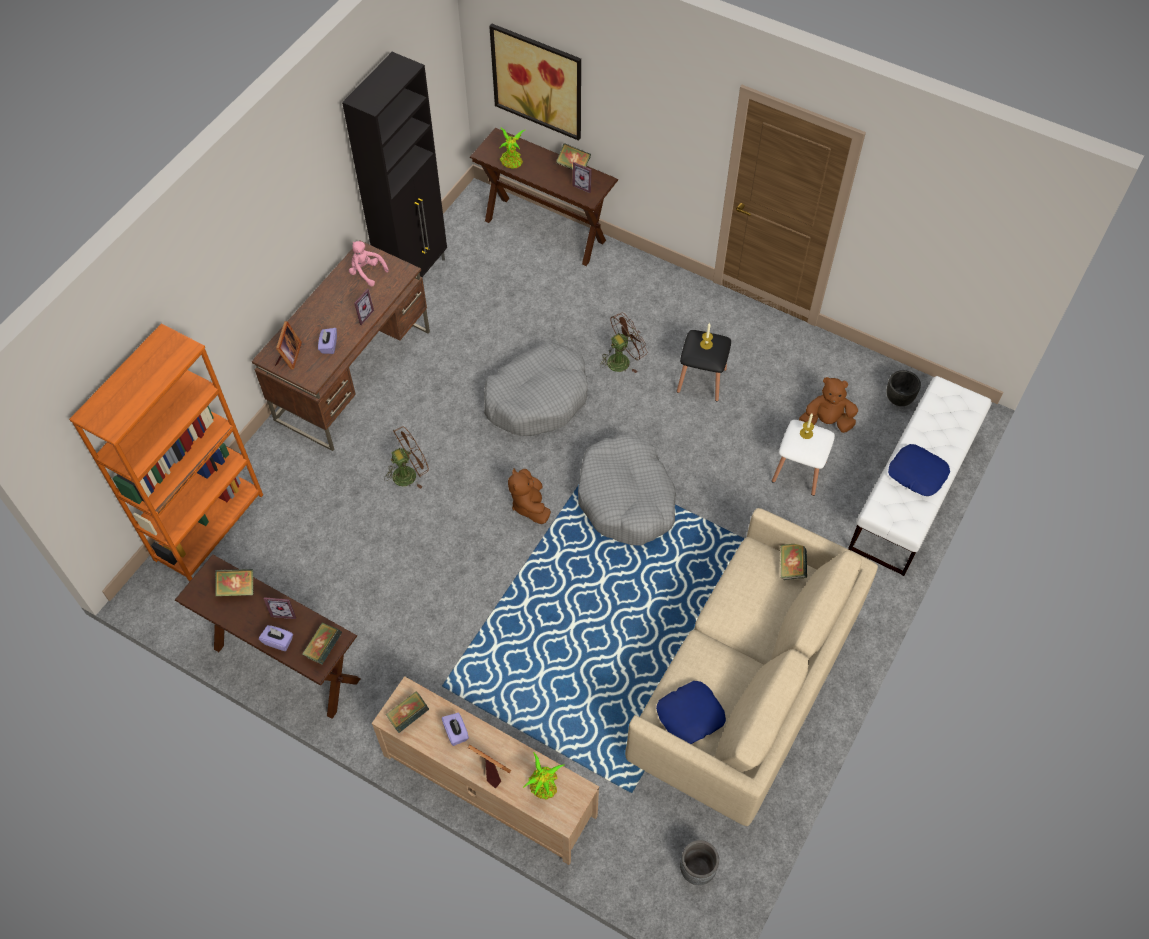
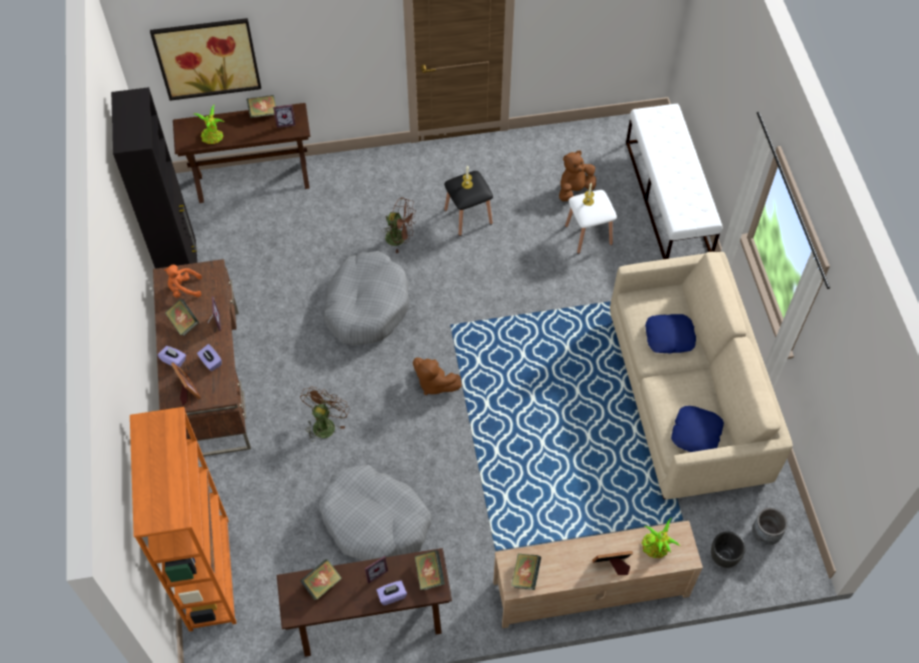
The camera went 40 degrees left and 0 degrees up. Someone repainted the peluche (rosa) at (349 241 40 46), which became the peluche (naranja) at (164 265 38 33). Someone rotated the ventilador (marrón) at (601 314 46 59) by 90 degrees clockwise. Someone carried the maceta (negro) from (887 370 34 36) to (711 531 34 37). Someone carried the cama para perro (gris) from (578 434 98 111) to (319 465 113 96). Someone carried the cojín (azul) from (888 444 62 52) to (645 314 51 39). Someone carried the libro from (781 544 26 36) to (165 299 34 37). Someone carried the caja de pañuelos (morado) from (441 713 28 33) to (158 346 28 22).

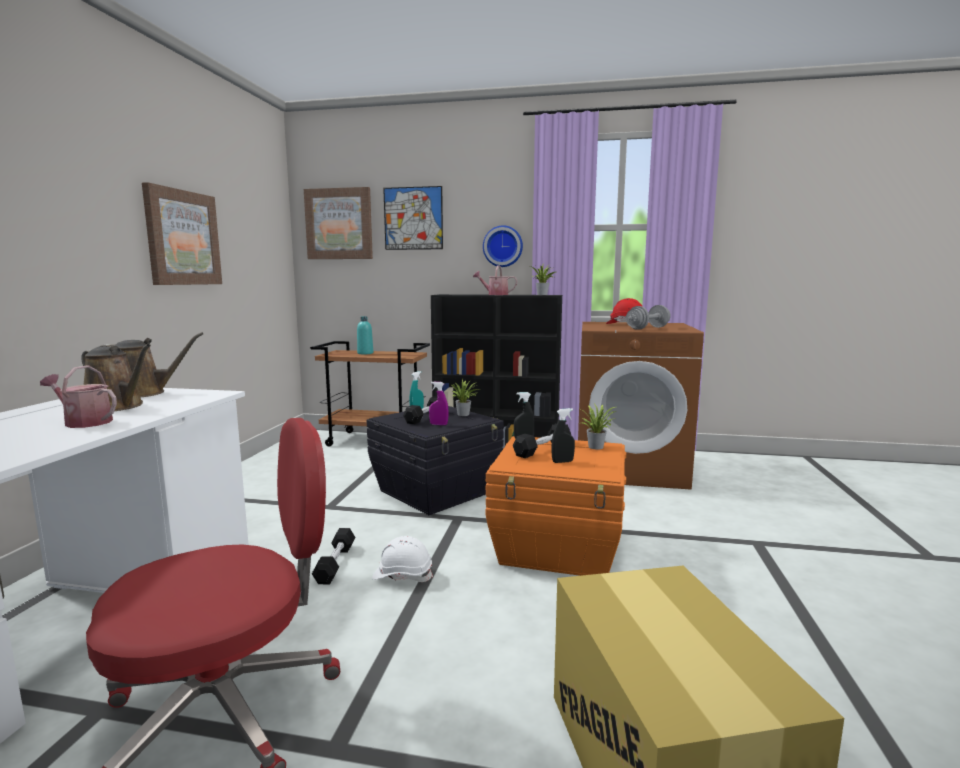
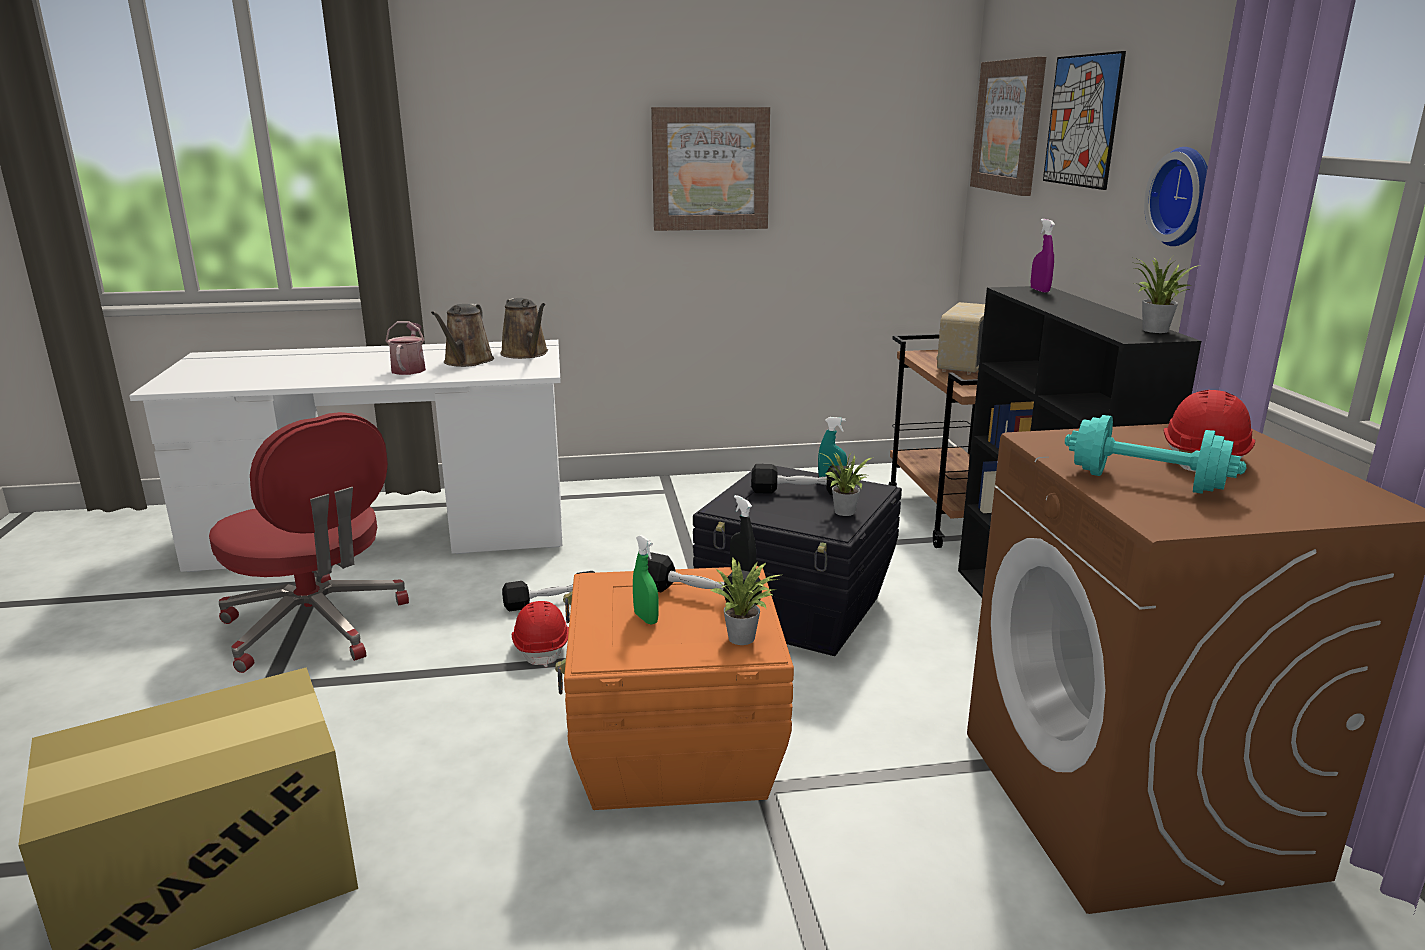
The camera went 70 degrees right and 10 degrees up. Someone took away the regadera at (473 265 44 30). Someone repainted the mancuerna (gris) at (626 305 45 25), which became the mancuerna (turquesa) at (1065 415 182 79). Someone swapped the botella (turquesa) at (357 316 16 38) for the radio at (937 302 48 73). Someone carried the pulverizador (morado) from (429 382 19 43) to (1031 219 24 73). Someone repainted the pulverizador (negro) at (551 408 24 55), which became the pulverizador (verde) at (633 535 26 90). Someone repainted the casco (blanco) at (372 536 61 46), which became the casco (rojo) at (512 601 57 66).

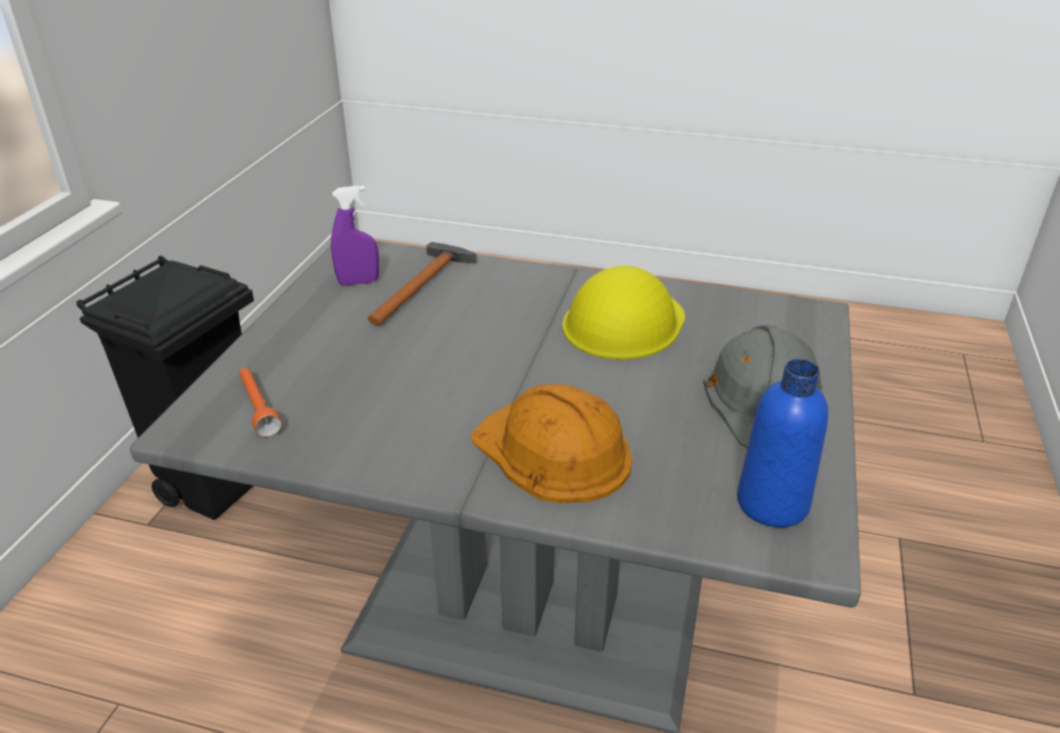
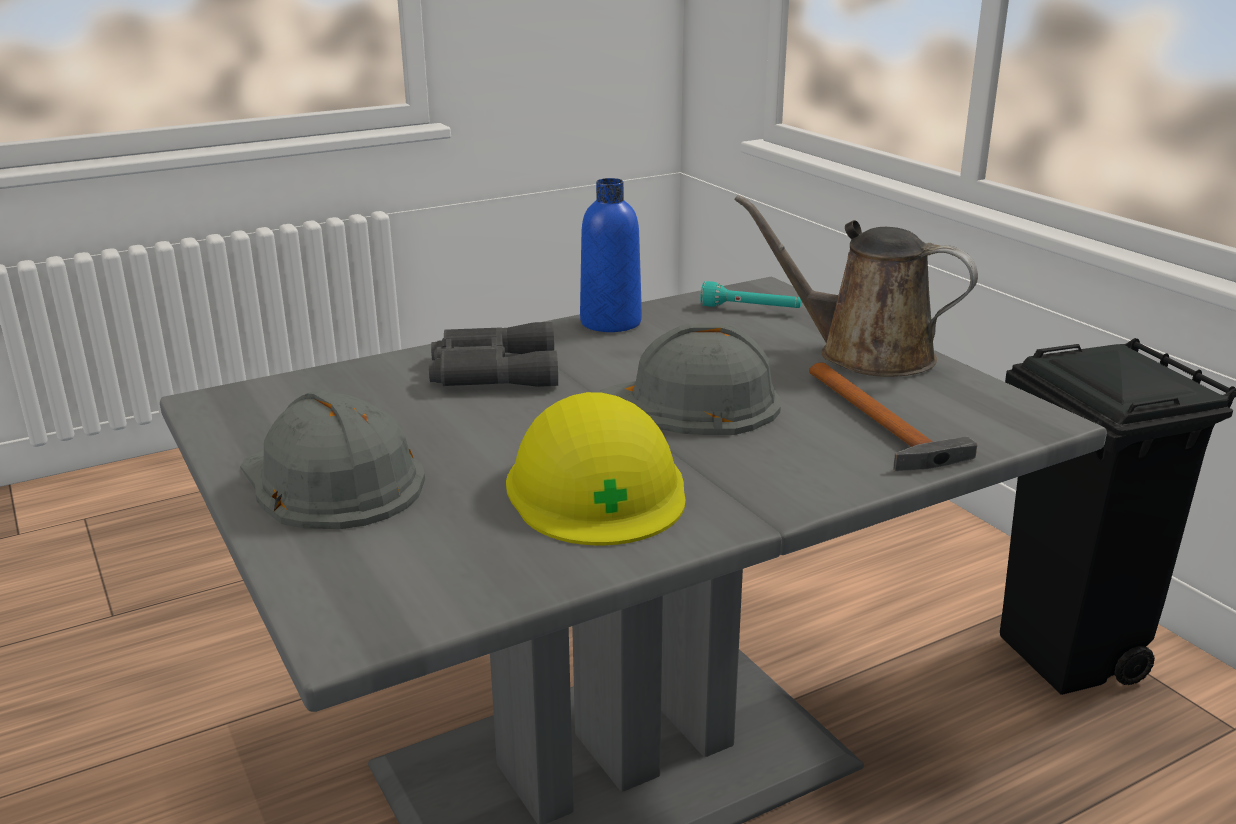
The camera went 135 degrees right and 10 degrees down. Someone took away the pulverizador (morado) at (331 185 48 100). Someone carried the botella (azul) from (737 359 91 168) to (580 178 62 154). Someone repainted the linterna (naranja) at (239 367 43 70), which became the linterna (turquesa) at (700 281 101 27). Someone swapped the casco (naranja) at (471 384 161 119) for the prismáticos (gris) at (429 322 129 65). Someone put down the regadera (marrón) at (734 195 244 182). Someone put down the casco (gris) at (599 324 182 111).

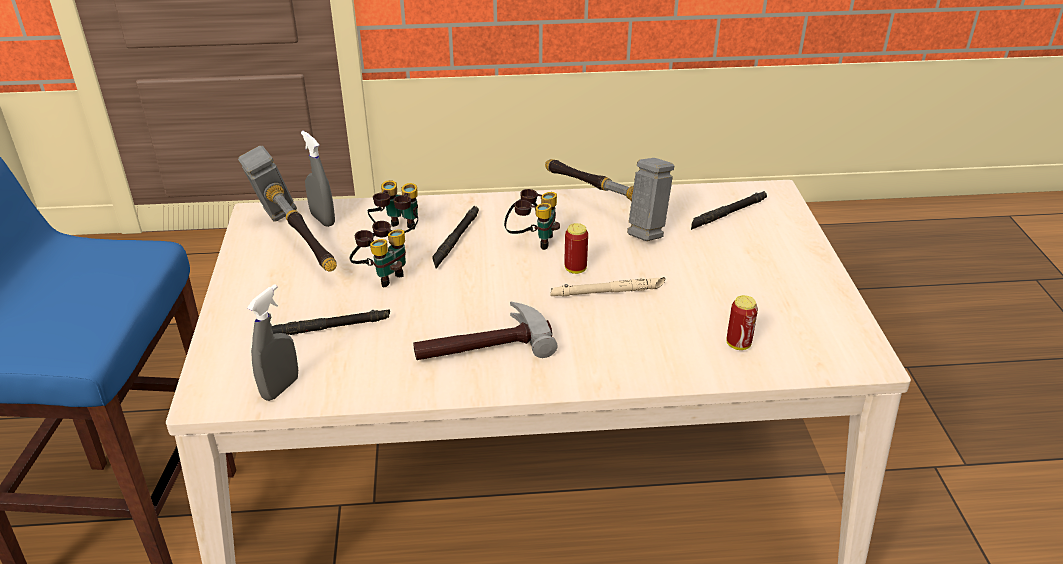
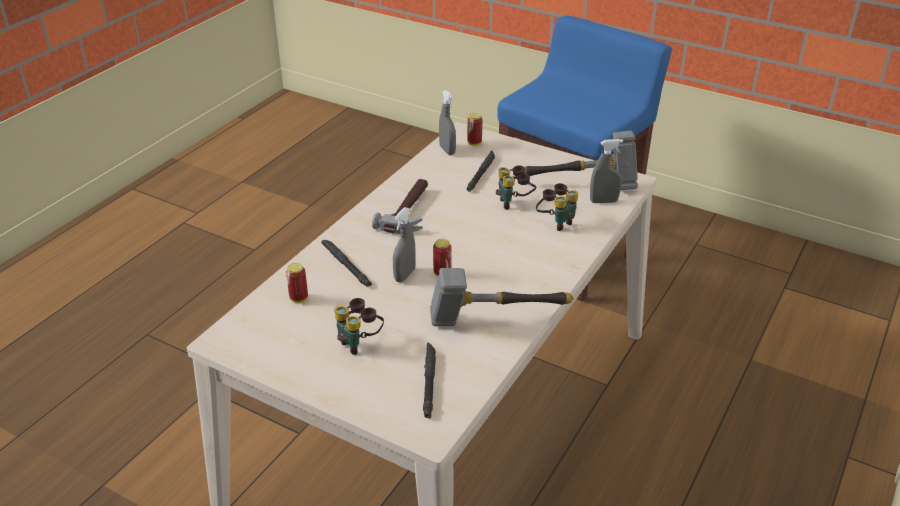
The camera went 125 degrees right and 0 degrees up. Someone carried the prismáticos from (504 189 56 61) to (334 298 50 57). Someone carried the linterna (negro) from (432 206 47 63) to (321 240 51 46). Someone swapped the linterna (beis) at (550 277 115 19) for the pulverizador (gris) at (393 207 23 75). Someone put down the lata at (467 113 15 33).

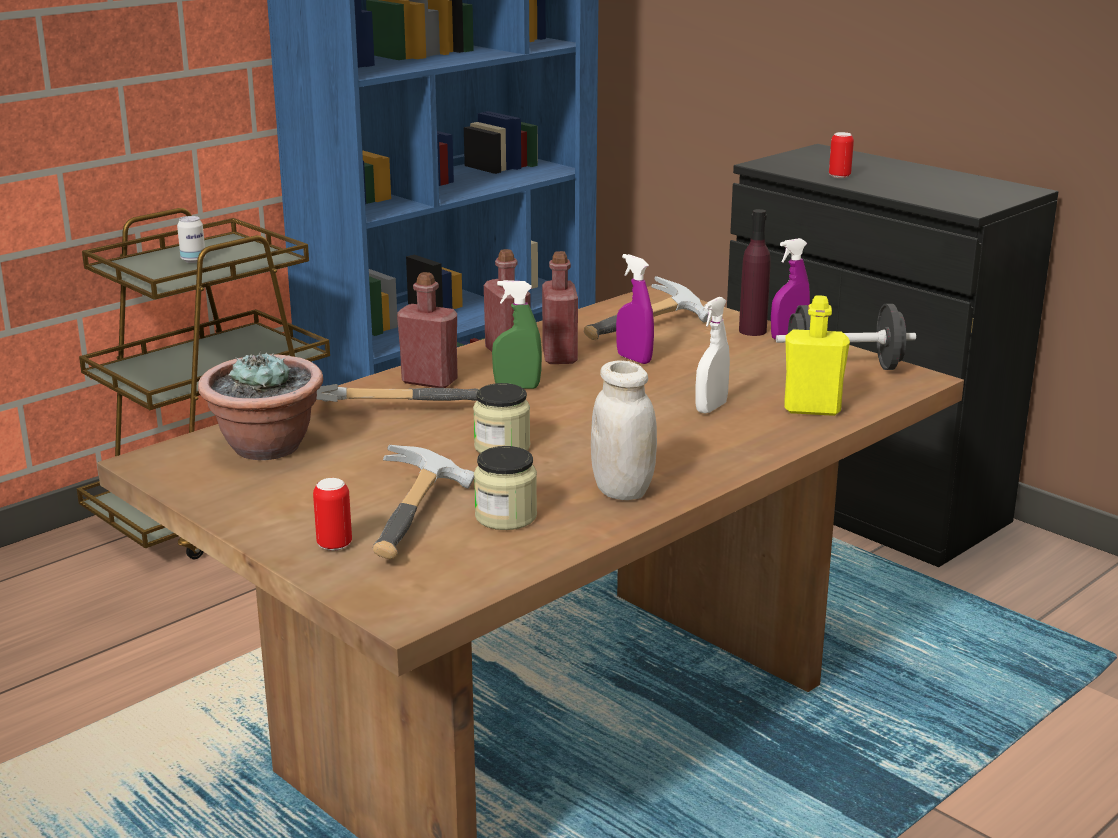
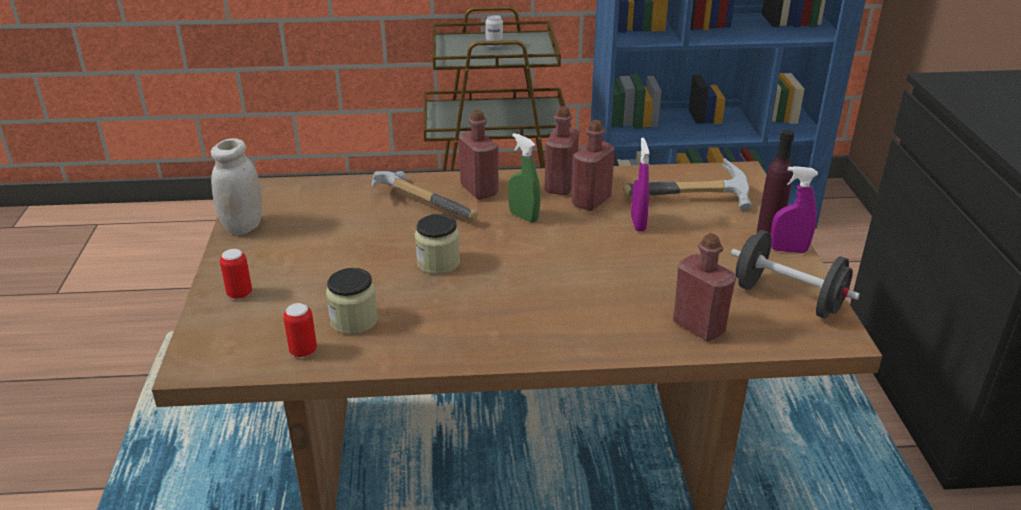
The camera went 40 degrees right and 10 degrees up. Someone carried the lata from (829 132 25 47) to (283 303 34 55). Someone repainted the botella (amarillo) at (784 295 66 121), which became the botella (rojo) at (673 233 63 108). Someone took away the pulverizador (blanco) at (695 297 35 117). Someone took away the planta en maceta at (198 351 125 109). Someone carried the tarro (blanco) from (591 360 66 140) to (211 138 51 97). Someone took away the martillo at (373 445 101 114).

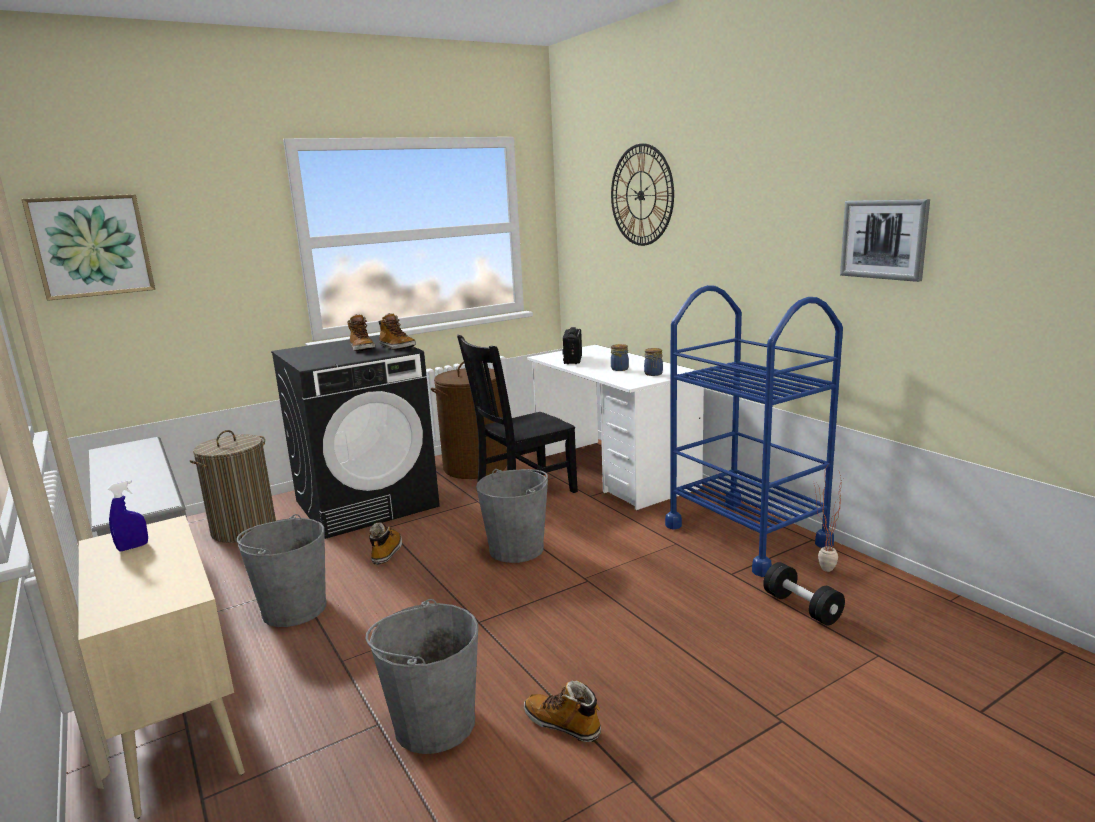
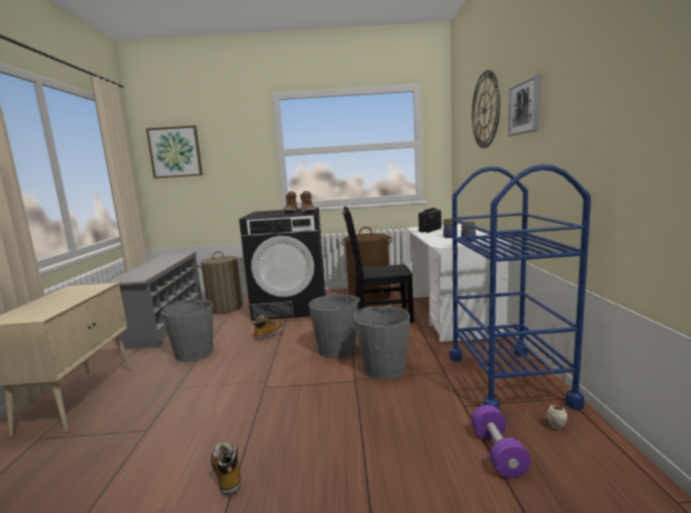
The camera went 30 degrees right and 5 degrees down. Someone carried the cuadro from (840 199 90 83) to (508 73 32 63). Someone took away the pulverizador (azul) at (107 480 41 71). Someone repainted the mancuerna (negro) at (763 562 82 63), which became the mancuerna (morado) at (471 405 60 73). Someone carried the cubo (gris) from (366 599 112 155) to (353 304 57 76).

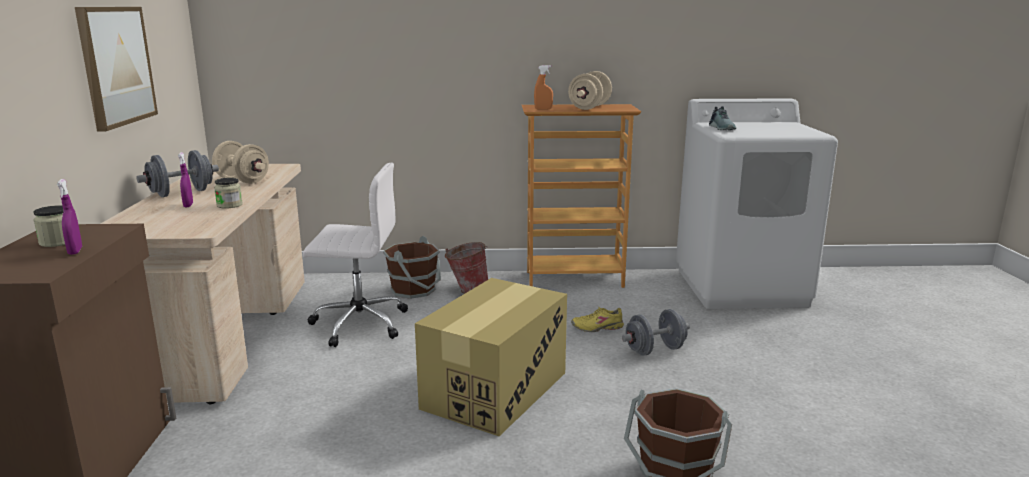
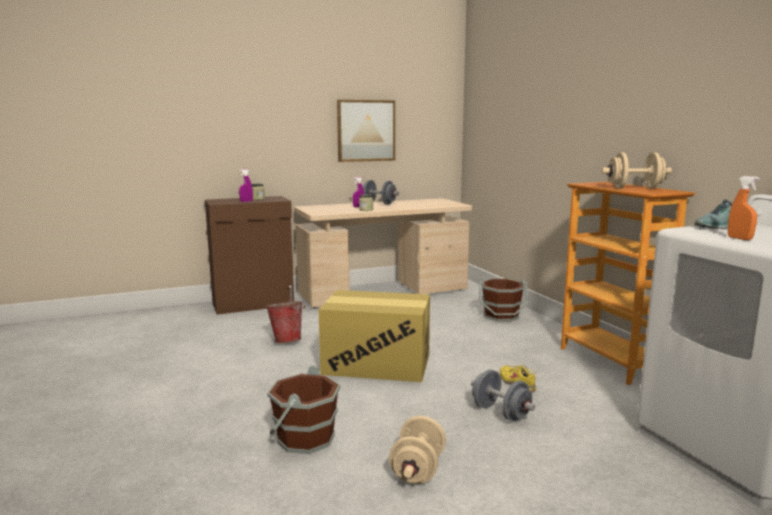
The camera went 70 degrees right and 5 degrees down. Someone carried the pulverizador (naranja) from (534 65 19 45) to (728 176 32 64). Someone carried the mancuerna (beis) from (212 141 57 43) to (389 416 57 68). Someone took away the silla de oficina (blanco) at (303 163 105 184). Someone carried the cubo from (445 242 43 52) to (266 300 40 43).

